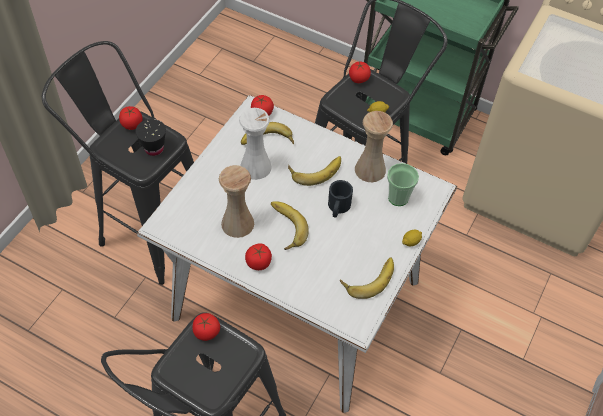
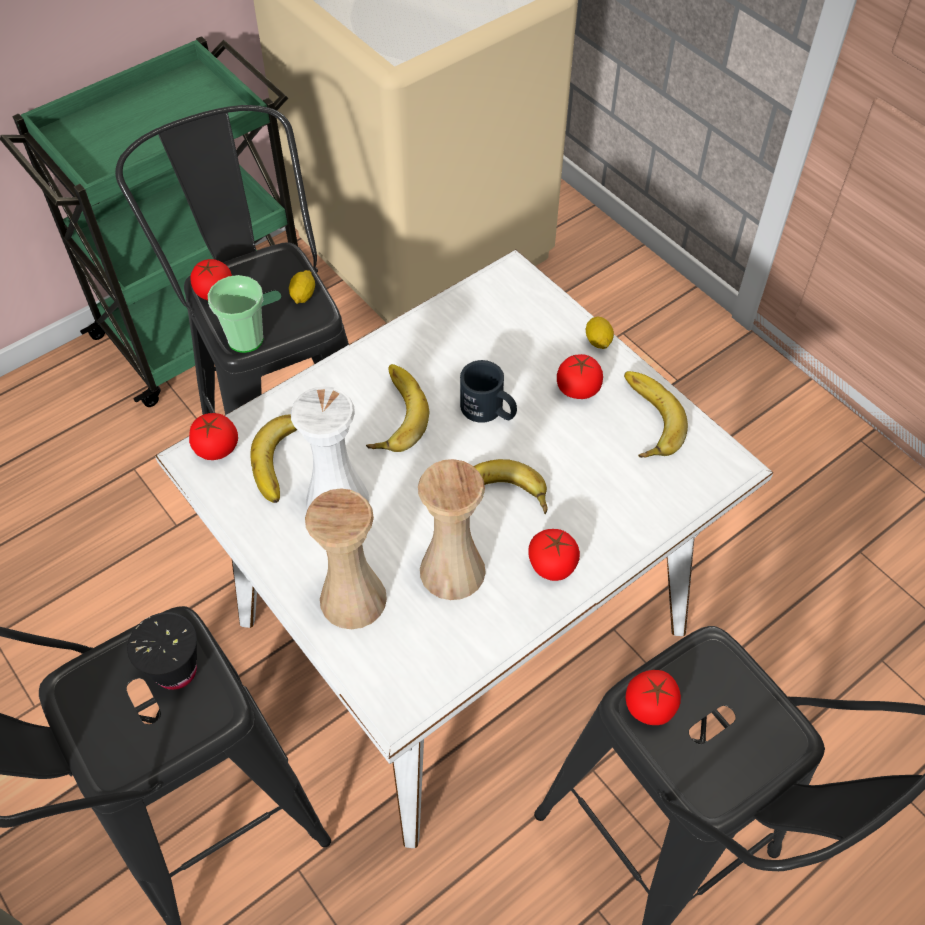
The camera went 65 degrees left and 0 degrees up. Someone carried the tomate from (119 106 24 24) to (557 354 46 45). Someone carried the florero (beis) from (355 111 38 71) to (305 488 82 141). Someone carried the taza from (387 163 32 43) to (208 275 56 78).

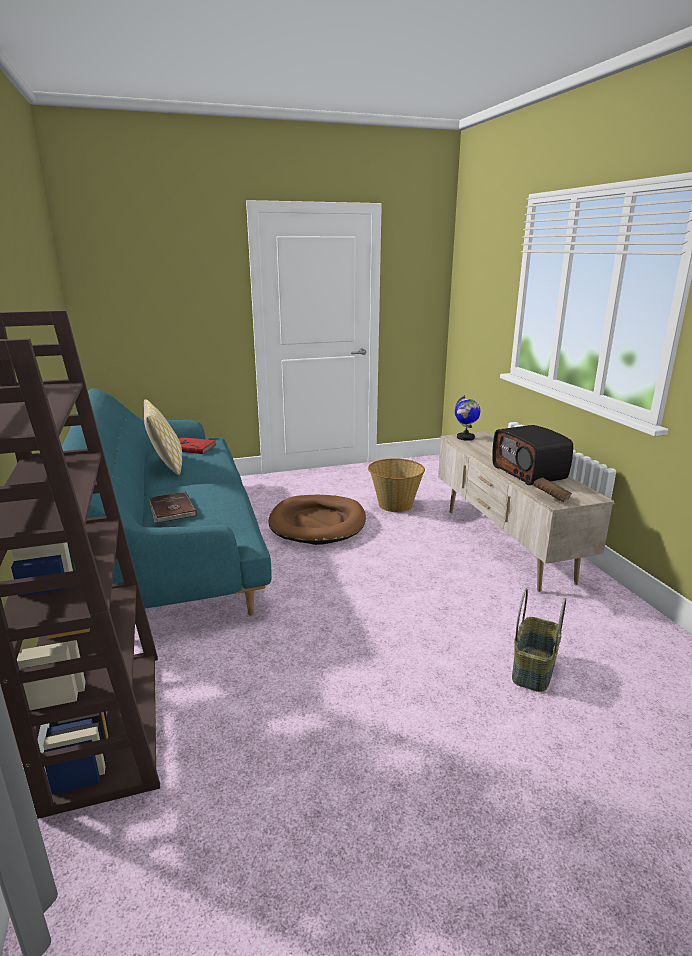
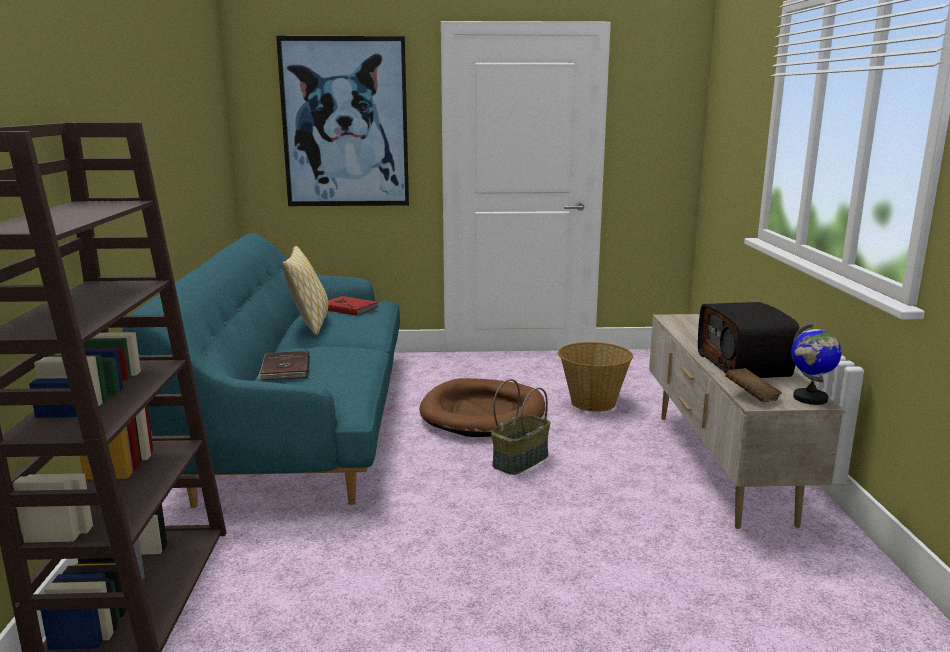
The camera went 15 degrees right and 5 degrees down. Someone carried the globo terráqueo from (455 395 25 45) to (791 322 51 83). Someone carried the cesta from (512 589 54 103) to (491 379 59 96). Someone put up the cuadro at (276 36 133 170).

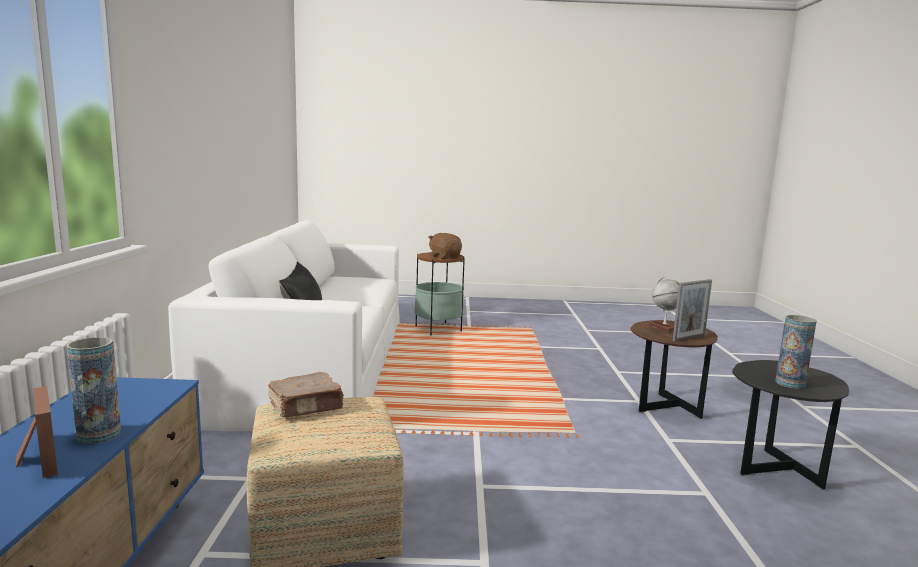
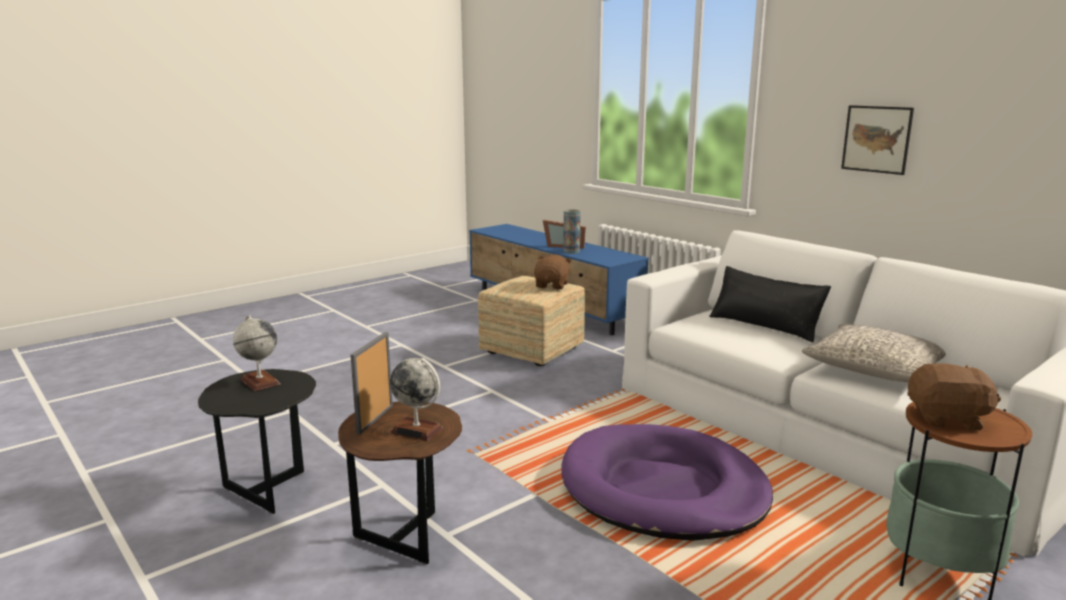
The camera went 140 degrees right and 5 degrees up. Someone swapped the florero at (775 315 42 74) for the globo terráqueo at (233 315 47 76). Someone swapped the libro (marrón) at (268 372 76 46) for the peluche (marrón) at (534 254 38 35). Someone put up the cuadro at (841 105 73 70). Someone put down the cojín (gris) at (802 324 144 58). Someone put down the cama para perro (morado) at (561 424 212 117).

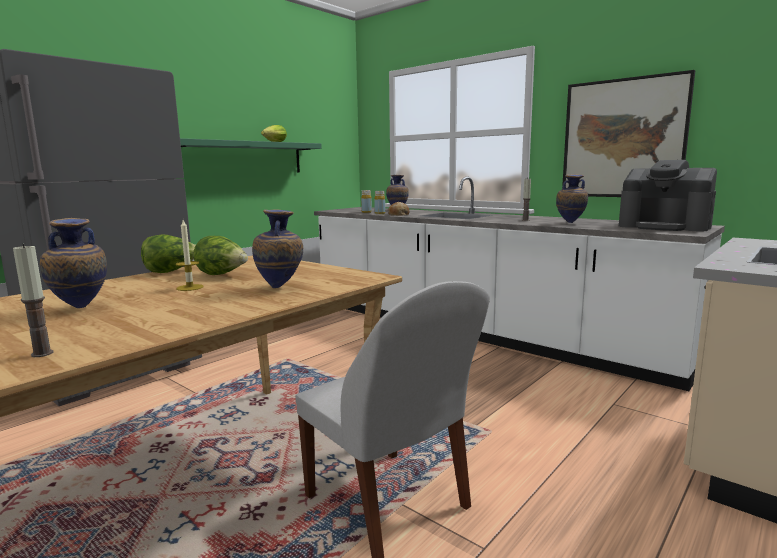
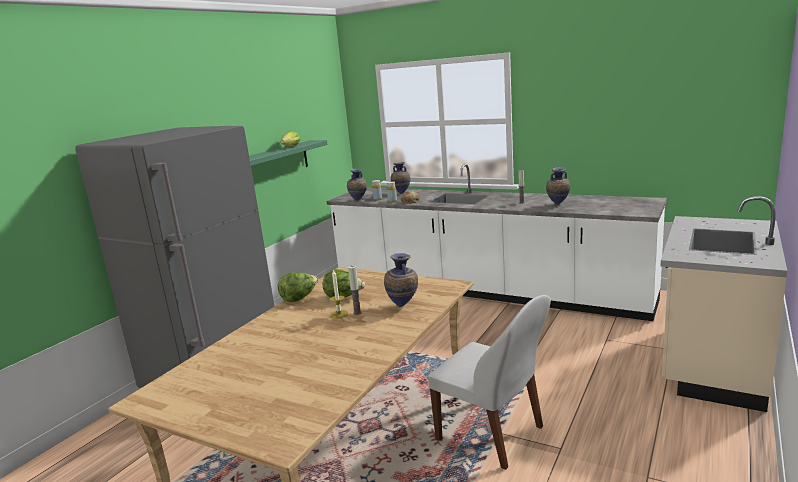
The camera went 10 degrees left and 5 degrees up. Someone took away the cuadro at (562 70 133 127). Someone took away the cafetera at (619 160 98 71). Someone carried the florero from (40 218 67 90) to (347 169 20 32). Someone carried the vela from (13 244 41 113) to (348 266 14 49).

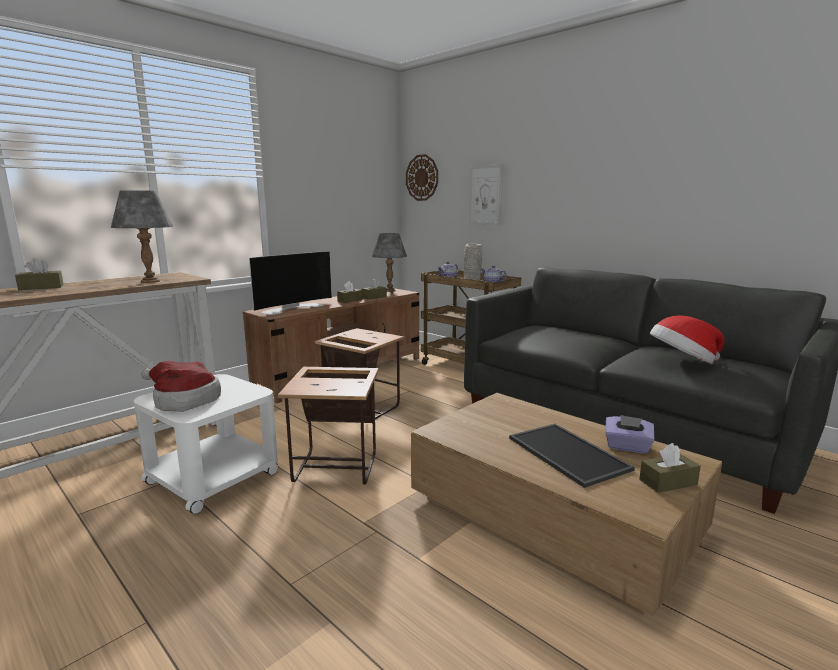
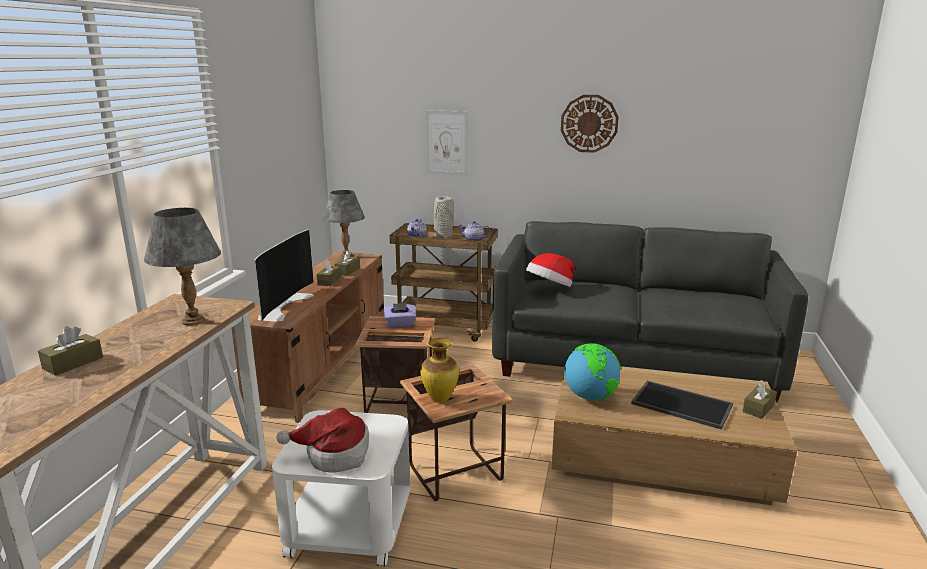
The camera went 30 degrees left and 5 degrees up. Someone carried the reloj de pared from (406 154 32 47) to (561 95 58 58). Someone carried the sombrero from (650 315 75 49) to (526 253 49 34). Someone carried the caja de pañuelos (morado) from (606 415 49 39) to (384 303 32 25). Someone put down the florero at (421 338 38 65). Someone put down the globo terráqueo at (565 343 56 58).

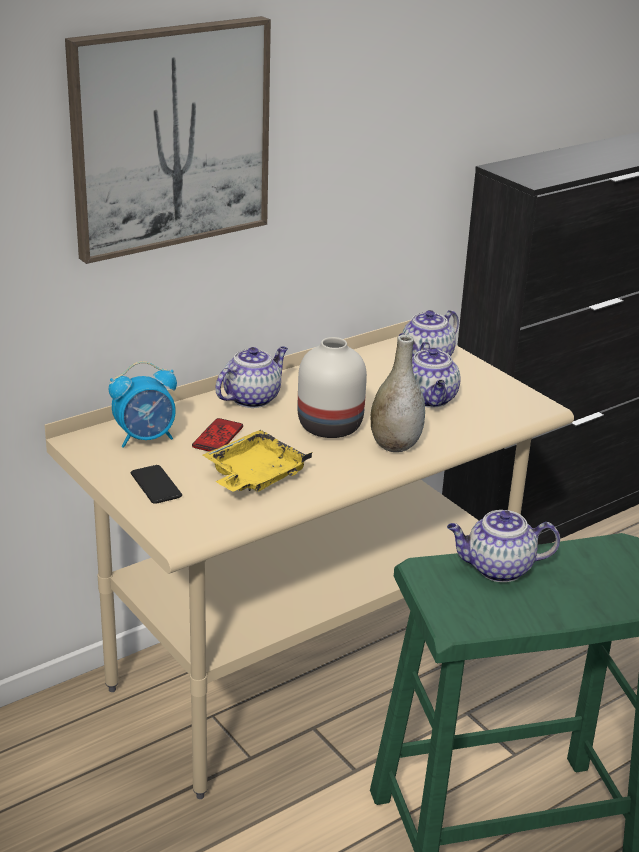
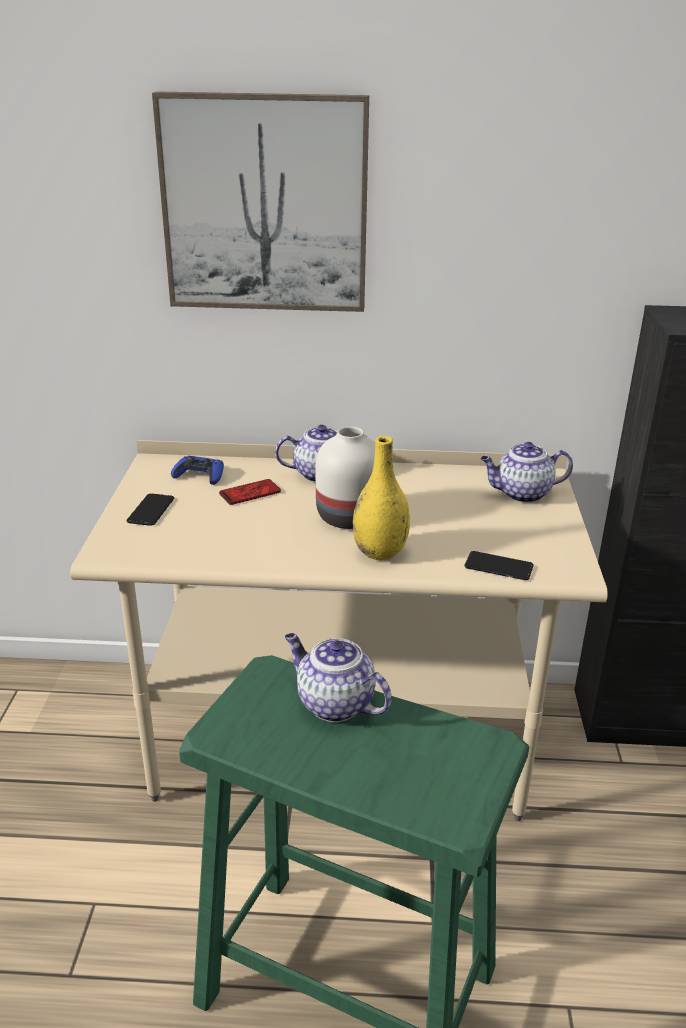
The camera went 40 degrees right and 0 degrees up. Someone repainted the florero (gris) at (371 334 54 118), which became the florero (amarillo) at (353 436 57 124). Someone took away the tetera at (412 342 49 66). Someone swapped the despertador at (109 361 68 87) for the mando de consola (azul) at (171 456 53 29). Someone took away the bandeja (amarillo) at (203 430 109 62). Someone put down the móvil at (464 551 70 29).

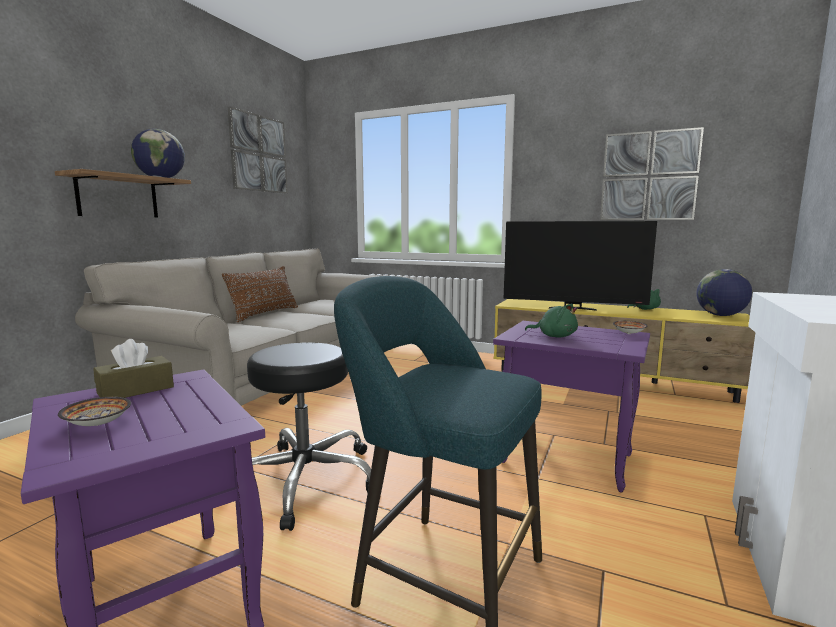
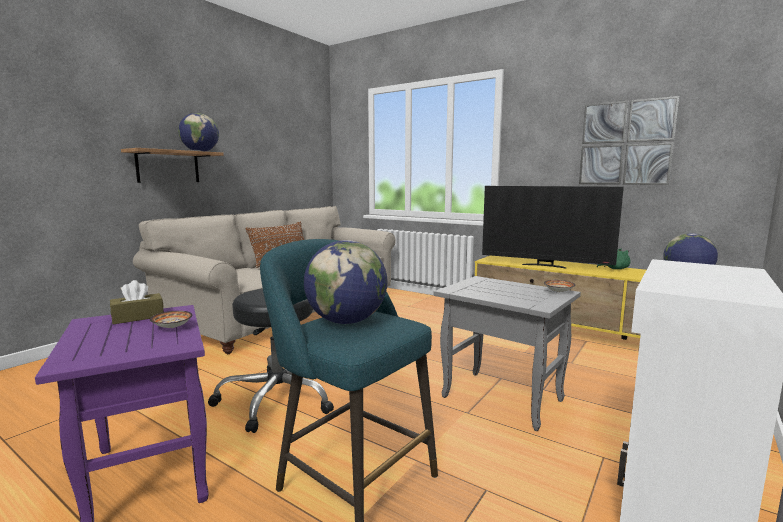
The camera went 10 degrees right and 0 degrees up. Someone took away the cuadro at (228 106 60 88). Someone took away the peluche (verde) at (525 304 53 34). Someone repainted the mesa auxiliar (morado) at (493 321 157 171), which became the mesa auxiliar (gris) at (433 276 148 155). Someone carried the cuenco from (58 397 73 29) to (150 311 43 17). Someone put down the globo terráqueo at (304 240 84 84).

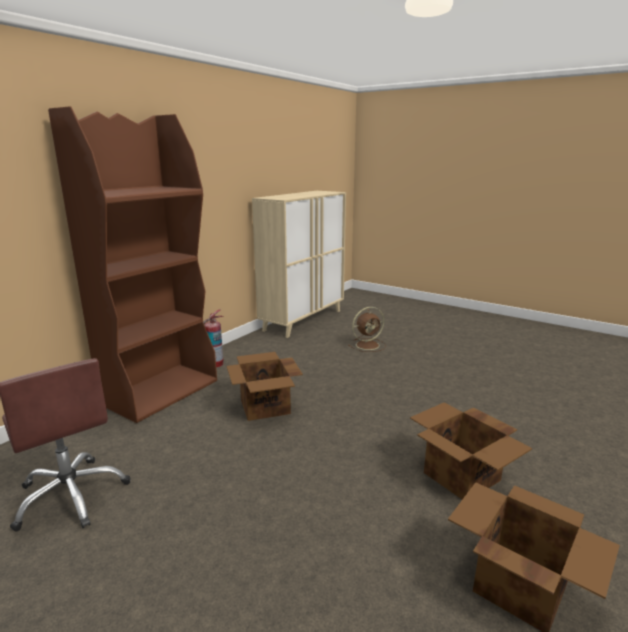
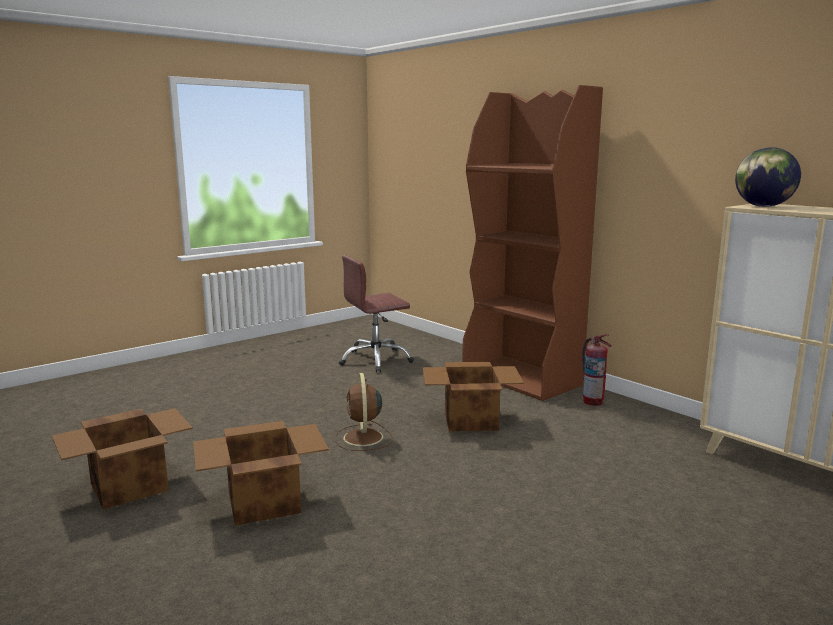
The camera went 105 degrees right and 5 degrees down. Someone carried the ventilador (marrón) from (348 307 38 45) to (335 373 58 78). Someone put down the globo terráqueo at (735 147 66 60).

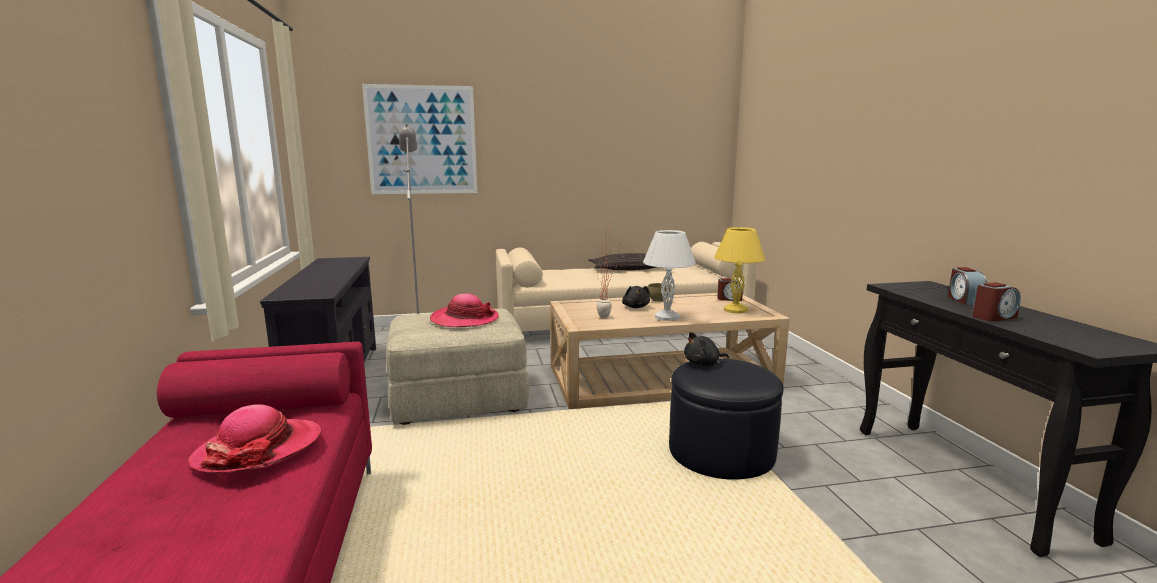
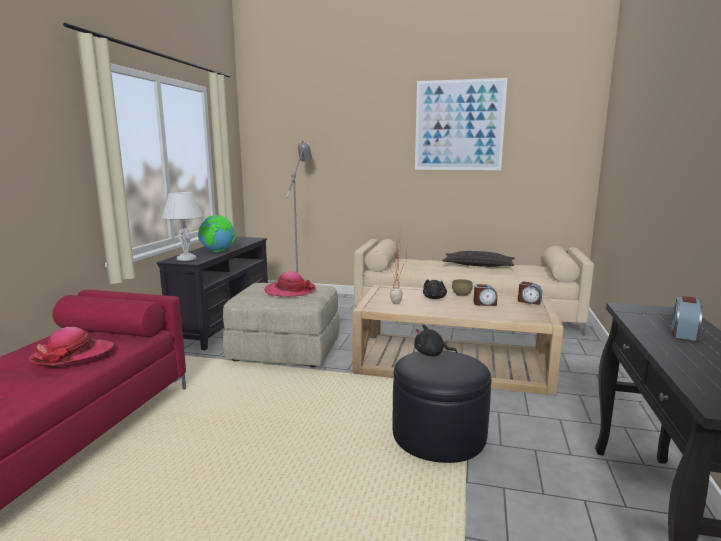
The camera went 25 degrees right and 0 degrees up. Someone carried the cuadro from (362 84 115 110) to (415 78 92 92). Someone took away the lámpara de mesa (amarillo) at (714 227 51 87). Someone carried the lámpara de mesa (blanco) from (643 230 53 91) to (161 192 42 69). Someone carried the despertador from (973 282 48 39) to (474 284 23 22). Someone put down the globo terráqueo at (198 215 38 37).

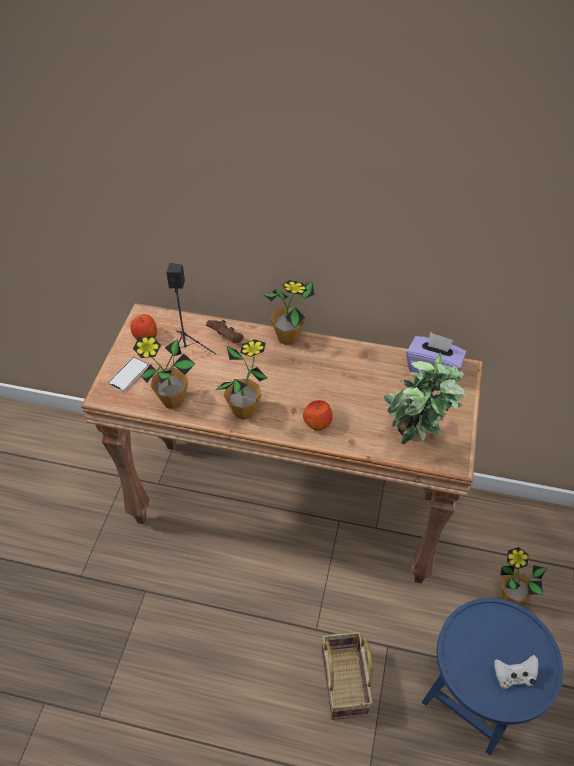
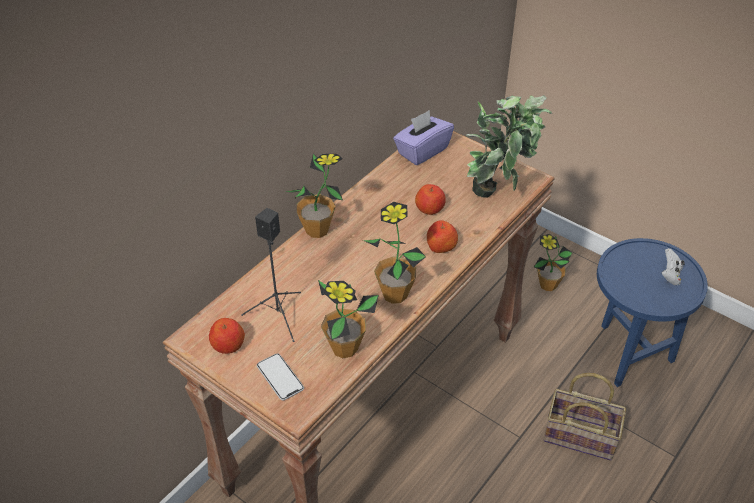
The camera went 65 degrees left and 5 degrees down. Someone took away the mando de consola (marrón) at (206 320 38 23). Someone put down the manzana at (415 184 31 31).

